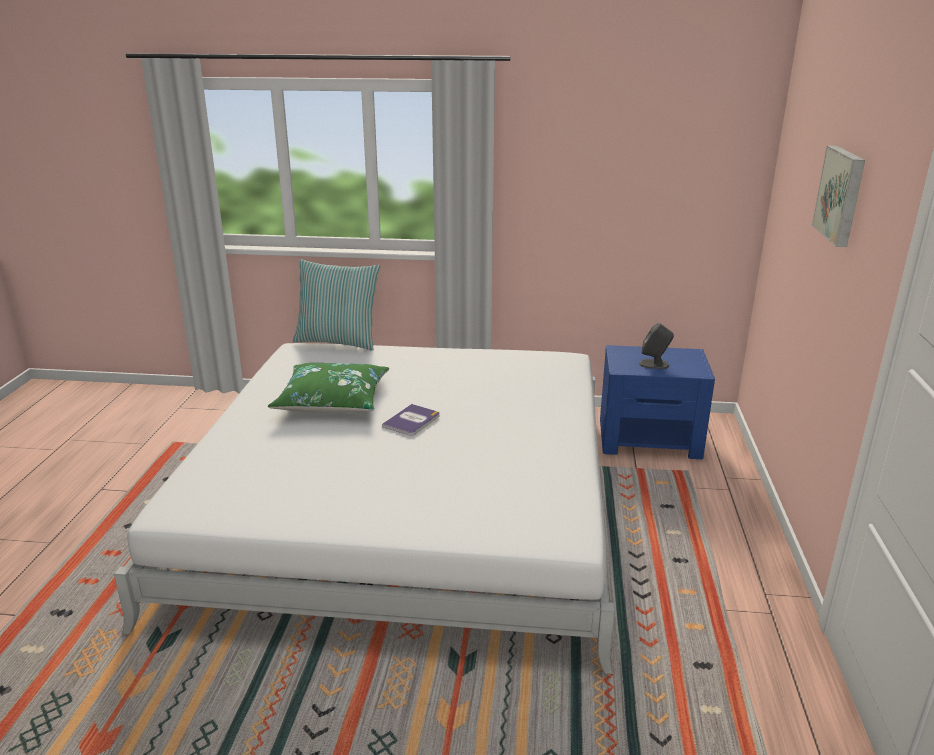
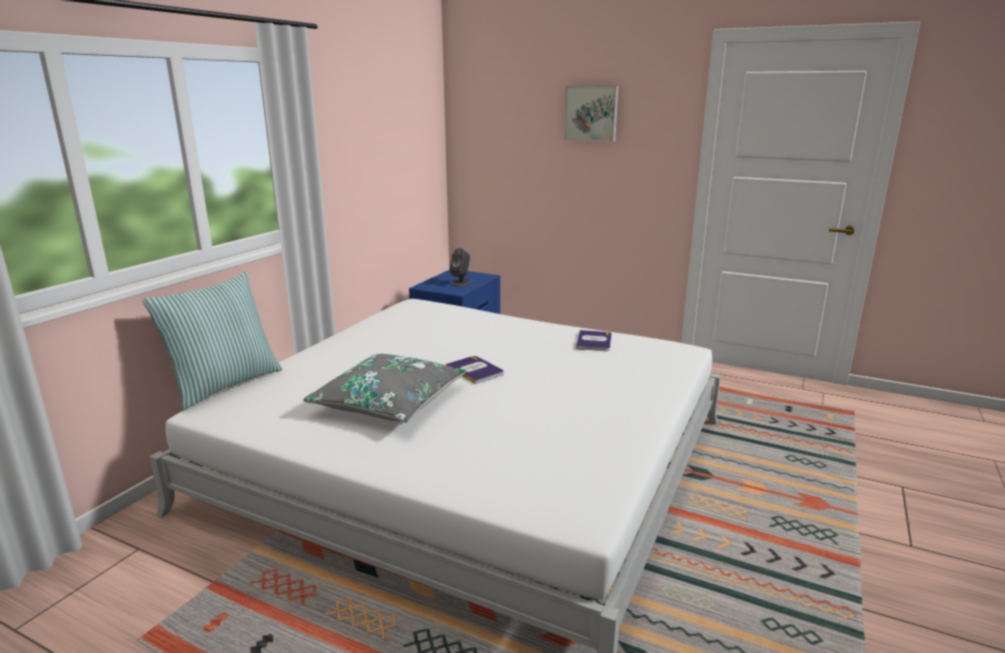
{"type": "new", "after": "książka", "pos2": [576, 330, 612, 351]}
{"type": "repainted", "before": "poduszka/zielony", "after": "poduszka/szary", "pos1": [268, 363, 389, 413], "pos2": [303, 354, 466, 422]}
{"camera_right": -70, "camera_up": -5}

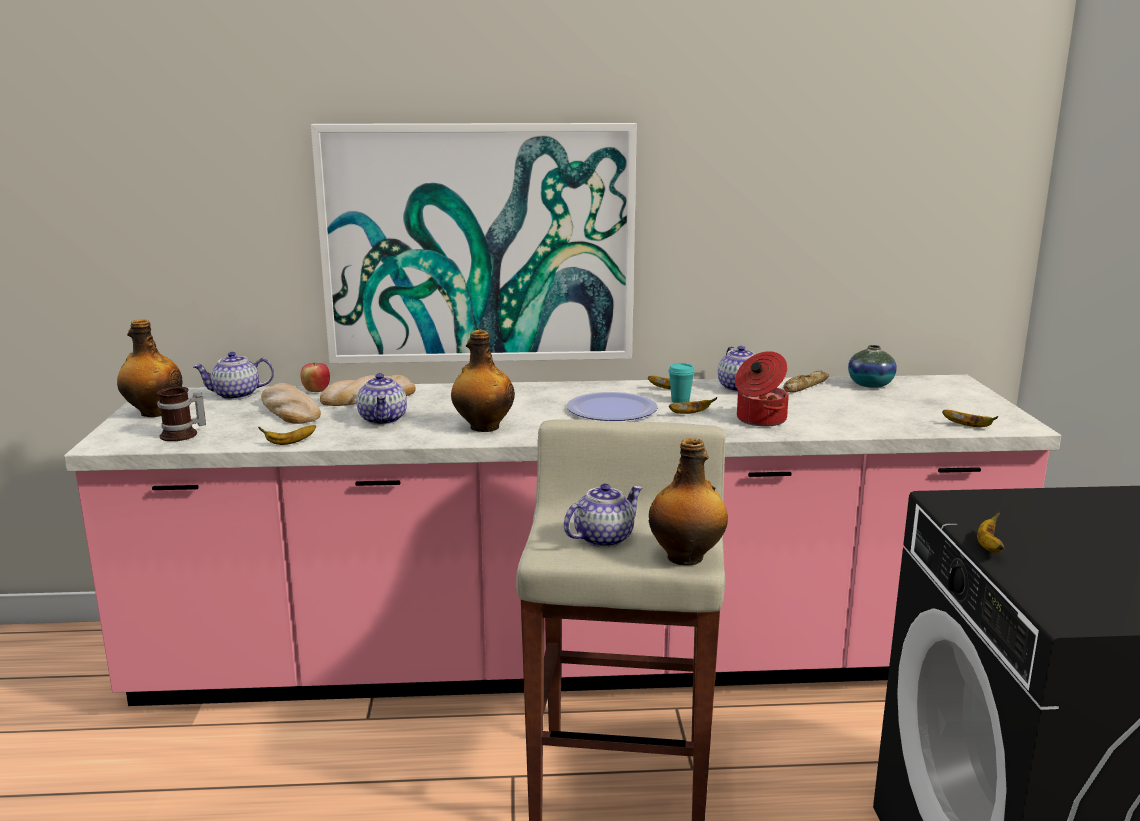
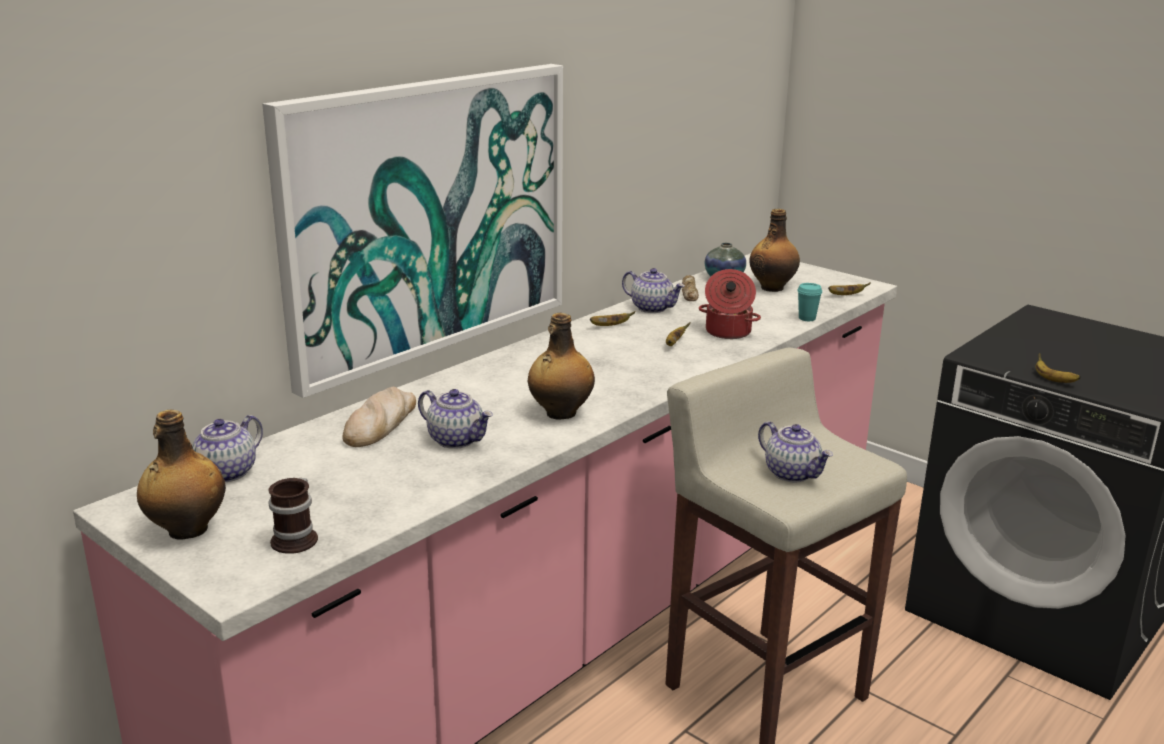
{"type": "gone", "before": "banan", "pos1": [258, 425, 316, 445]}
{"type": "gone", "before": "chleb", "pos1": [261, 383, 321, 424]}
{"type": "gone", "before": "jabłko", "pos1": [300, 363, 330, 392]}
{"type": "gone", "before": "talerz", "pos1": [567, 392, 658, 421]}
{"type": "shifted", "before": "butelka", "pos1": [649, 438, 728, 565], "pos2": [749, 209, 800, 292]}
{"type": "shifted", "before": "filiżanka/turkusowy", "pos1": [668, 363, 695, 403], "pos2": [797, 283, 822, 321]}
{"type": "rotated", "before": "imbryk", "pos1": [564, 484, 643, 548], "pos2": [758, 421, 833, 482], "turn": 135}
{"camera_right": -45, "camera_up": 5}

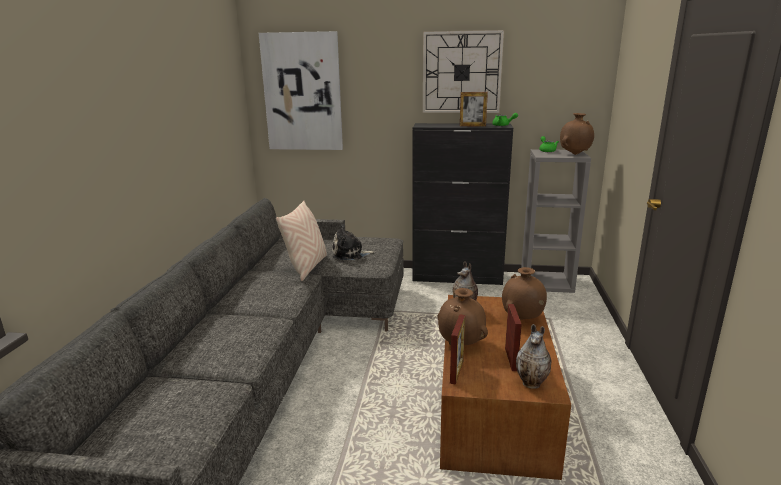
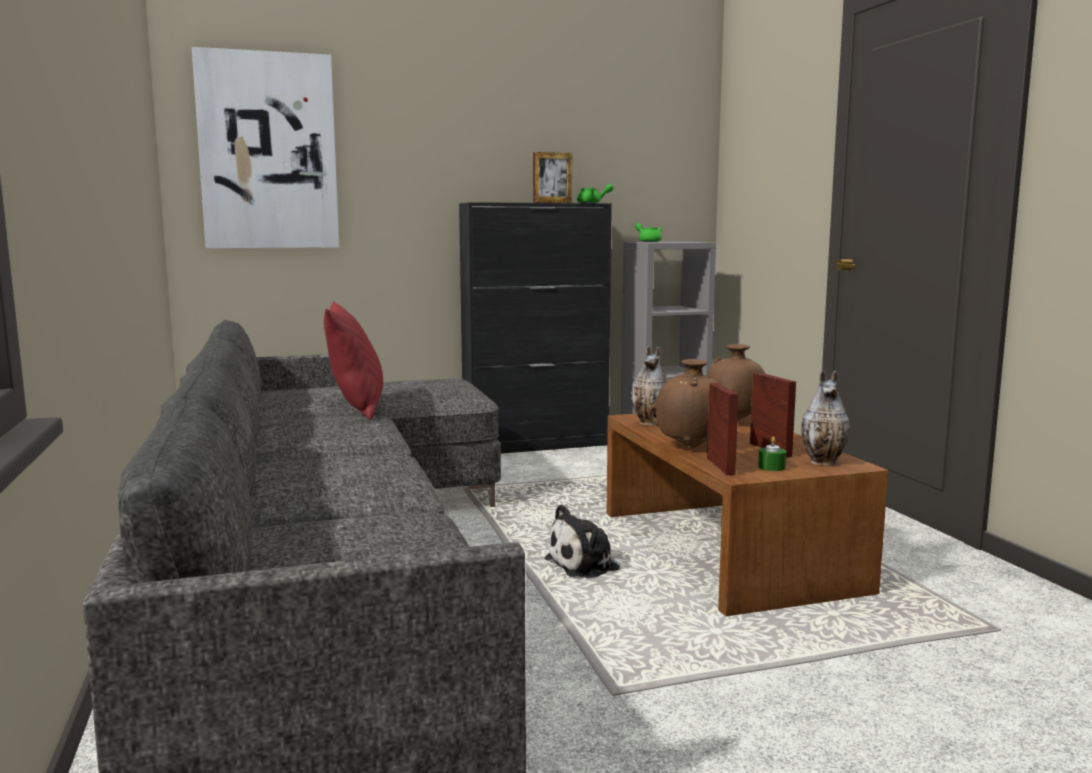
{"type": "gone", "before": "zegar ścienny", "pos1": [423, 30, 504, 113]}
{"type": "gone", "before": "wazon/brązowy", "pos1": [560, 113, 594, 155]}
{"type": "new", "after": "świeca/zielony", "pos2": [758, 436, 786, 471]}
{"type": "shifted", "before": "pluszak", "pos1": [332, 224, 375, 260], "pos2": [544, 504, 626, 579]}
{"type": "repainted", "before": "poduszka/beżowy", "after": "poduszka/czerwony", "pos1": [276, 201, 327, 281], "pos2": [323, 301, 383, 420]}
{"camera_right": -25, "camera_up": -10}

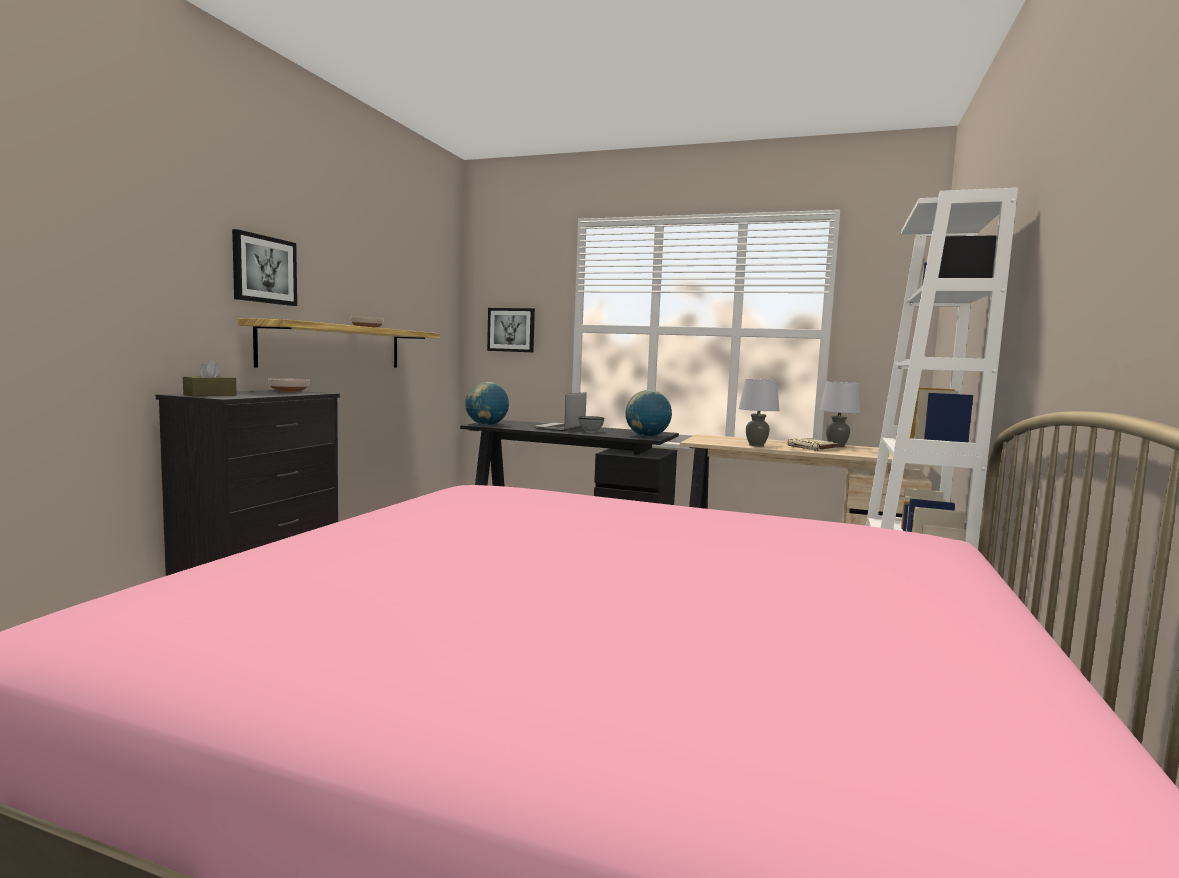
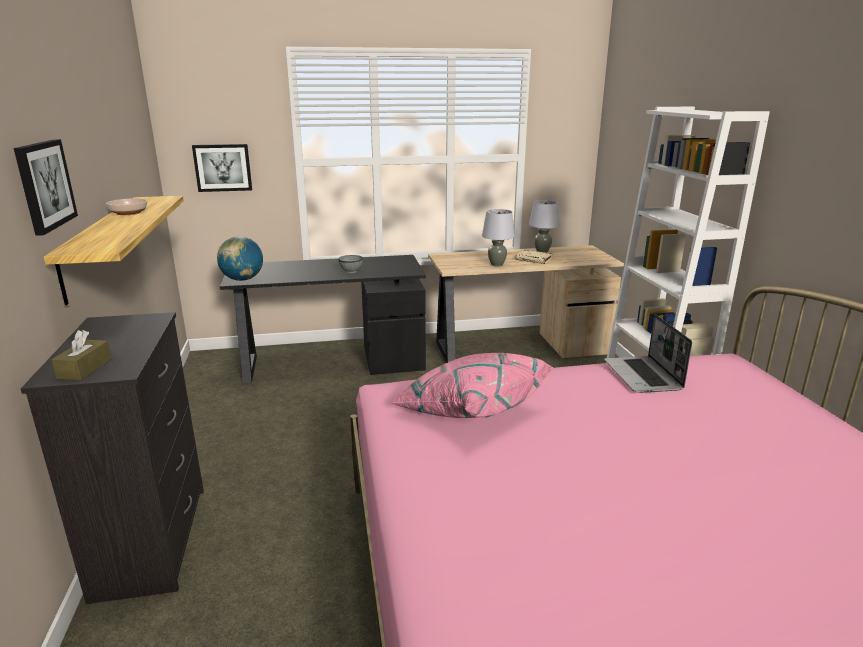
{"type": "gone", "before": "miska", "pos1": [268, 378, 310, 392]}
{"type": "gone", "before": "globus", "pos1": [625, 390, 672, 436]}
{"type": "new", "after": "poduszka/różowy", "pos2": [391, 353, 553, 418]}
{"type": "shifted", "before": "laptop", "pos1": [533, 392, 586, 431], "pos2": [604, 314, 692, 393]}
{"camera_right": -30, "camera_up": 15}

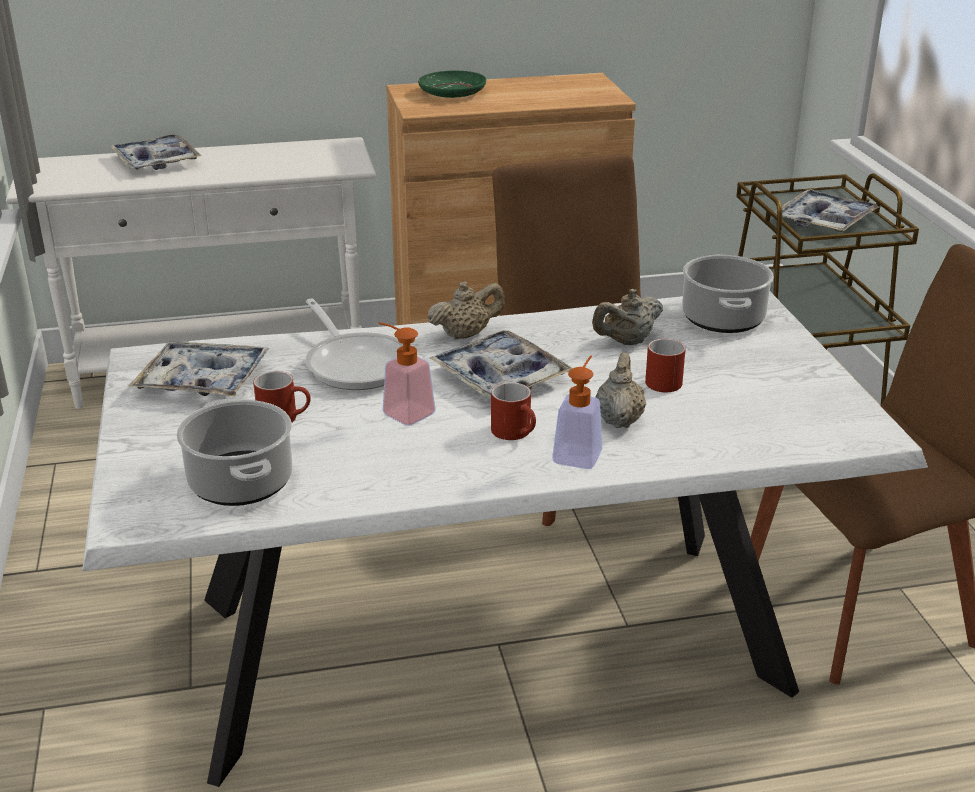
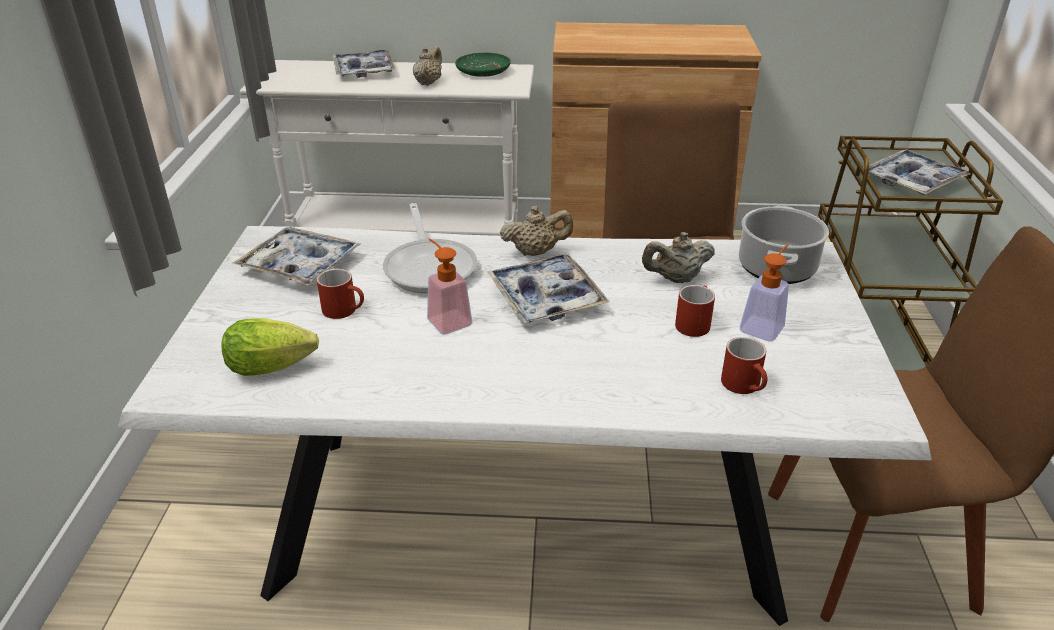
{"type": "shifted", "before": "talerz/zielony", "pos1": [418, 71, 486, 98], "pos2": [455, 53, 511, 77]}
{"type": "shifted", "before": "kubek/czerwony", "pos1": [491, 382, 536, 440], "pos2": [721, 337, 767, 394]}
{"type": "shifted", "before": "dozownik mydła", "pos1": [552, 356, 602, 469], "pos2": [740, 245, 789, 342]}
{"type": "shifted", "before": "imbryk/beżowy", "pos1": [596, 352, 646, 428], "pos2": [413, 46, 442, 86]}
{"type": "swapped", "before": "garnek", "after": "sałata", "pos1": [177, 399, 293, 506], "pos2": [221, 318, 319, 376]}
{"camera_right": 15, "camera_up": 5}

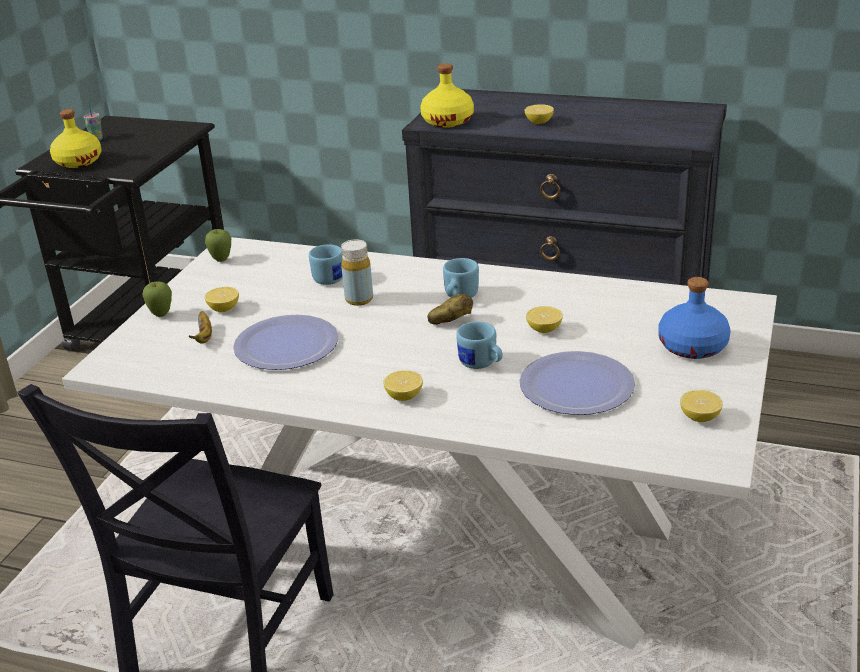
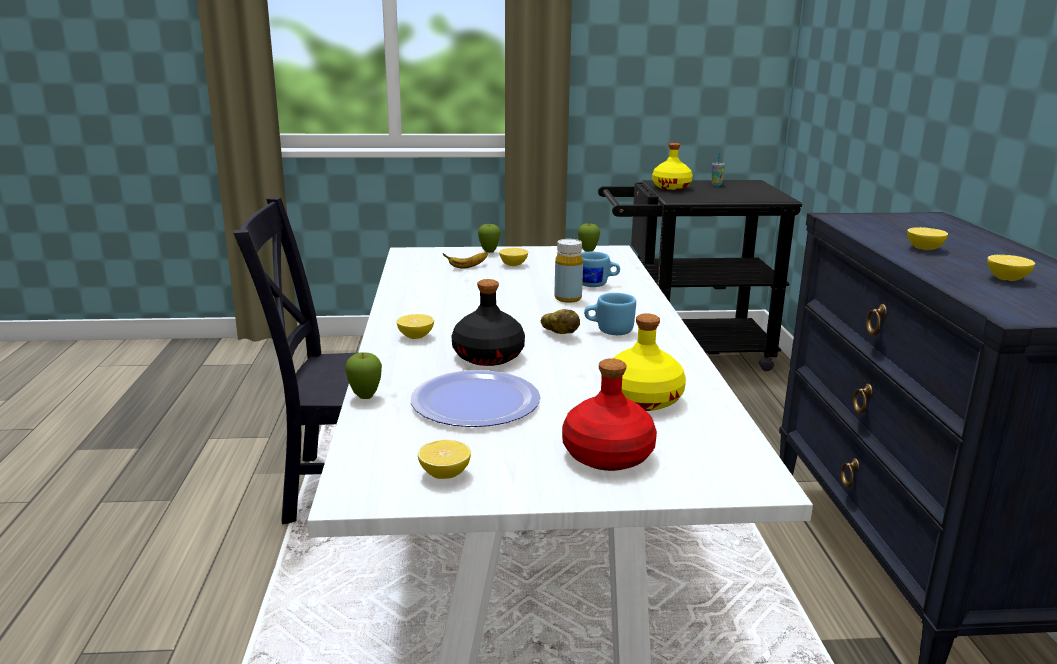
{"type": "gone", "before": "talerz", "pos1": [233, 315, 339, 370]}
{"type": "new", "after": "jabłko", "pos2": [345, 352, 382, 399]}
{"type": "shifted", "before": "butelka/żółty", "pos1": [420, 63, 474, 128], "pos2": [613, 313, 686, 411]}
{"type": "shifted", "before": "cytryna", "pos1": [526, 306, 563, 333], "pos2": [987, 255, 1035, 281]}
{"type": "swapped", "before": "kubek/niebieski", "after": "butelka/czarny", "pos1": [456, 321, 503, 369], "pos2": [452, 279, 525, 366]}
{"type": "repainted", "before": "butelka/niebieski", "after": "butelka/czerwony", "pos1": [658, 277, 731, 359], "pos2": [562, 358, 657, 471]}
{"camera_right": 65, "camera_up": -10}

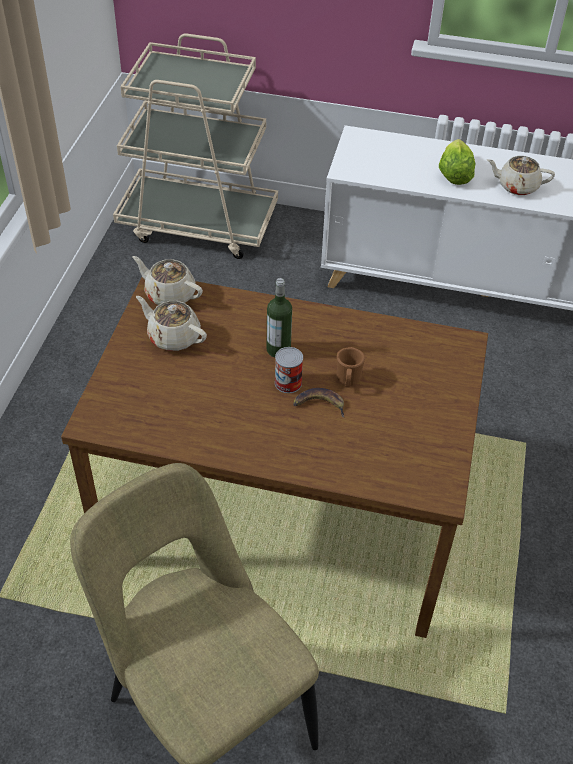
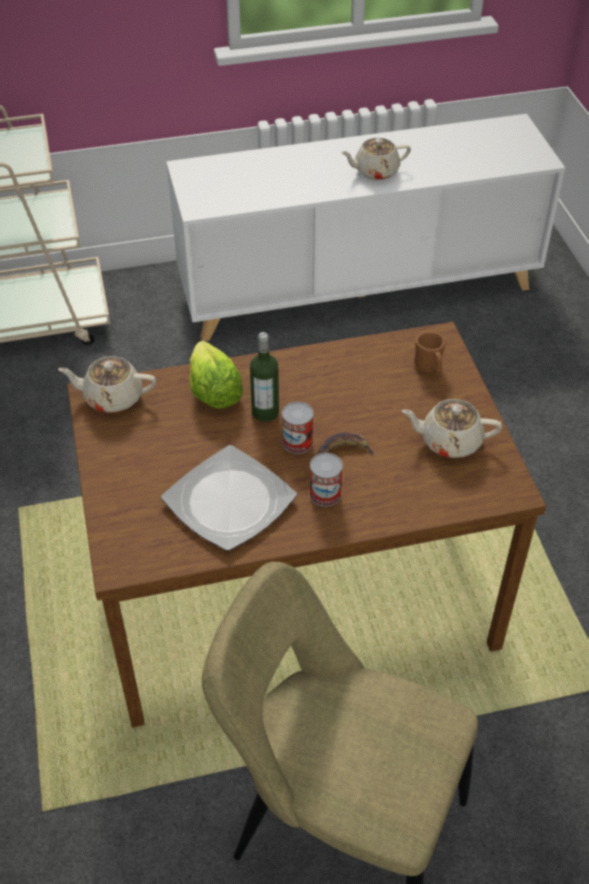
{"type": "new", "after": "talerz", "pos2": [161, 445, 297, 551]}
{"type": "new", "after": "puszka", "pos2": [309, 453, 343, 507]}
{"type": "shifted", "before": "imbryk/beżowy", "pos1": [136, 296, 207, 351], "pos2": [401, 399, 502, 458]}
{"type": "shifted", "before": "kubek/brązowy", "pos1": [336, 347, 365, 387], "pos2": [414, 332, 445, 373]}
{"type": "shifted", "before": "sałata", "pos1": [439, 139, 475, 185], "pos2": [189, 341, 243, 409]}
{"camera_right": -25, "camera_up": 0}

